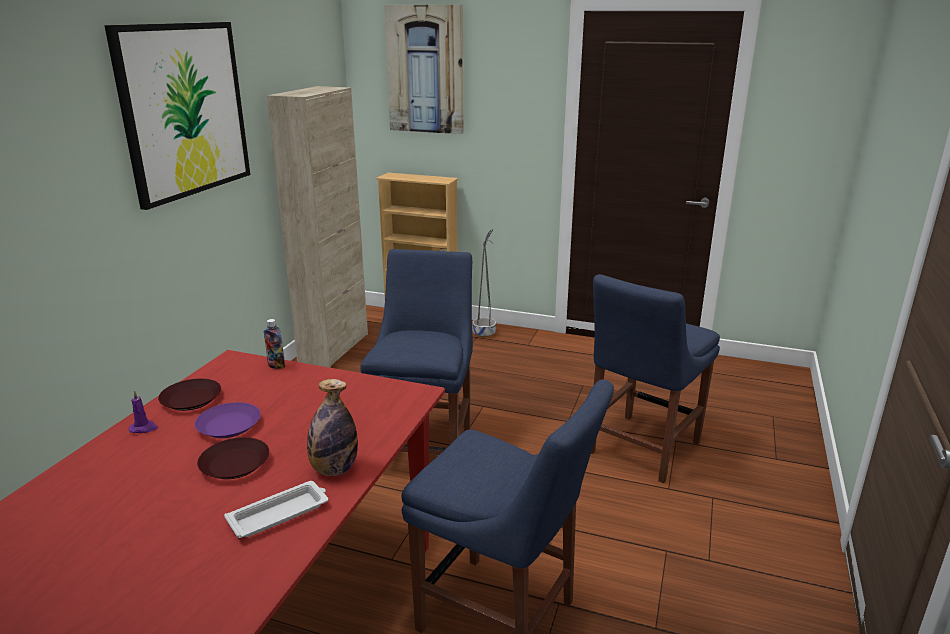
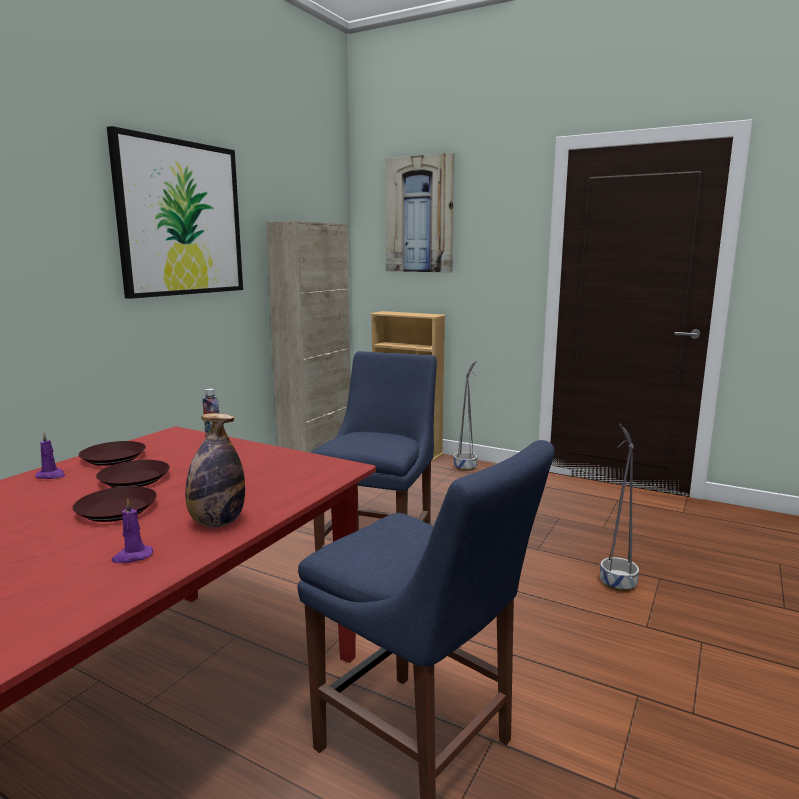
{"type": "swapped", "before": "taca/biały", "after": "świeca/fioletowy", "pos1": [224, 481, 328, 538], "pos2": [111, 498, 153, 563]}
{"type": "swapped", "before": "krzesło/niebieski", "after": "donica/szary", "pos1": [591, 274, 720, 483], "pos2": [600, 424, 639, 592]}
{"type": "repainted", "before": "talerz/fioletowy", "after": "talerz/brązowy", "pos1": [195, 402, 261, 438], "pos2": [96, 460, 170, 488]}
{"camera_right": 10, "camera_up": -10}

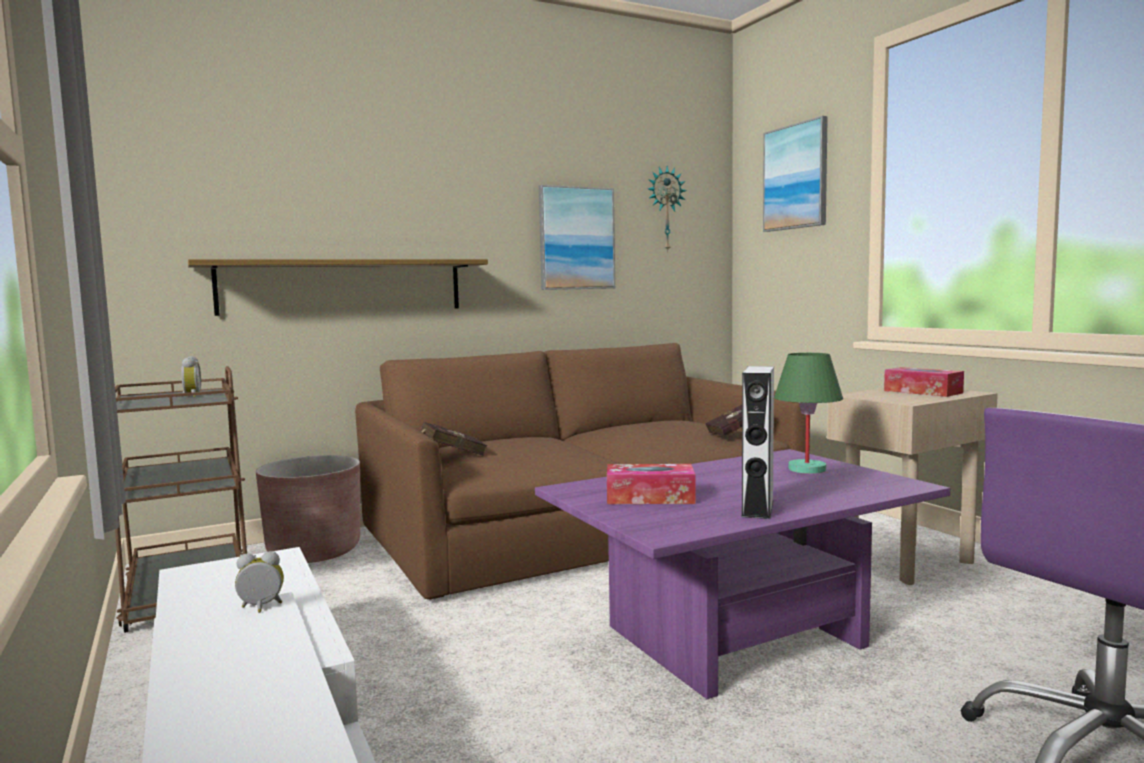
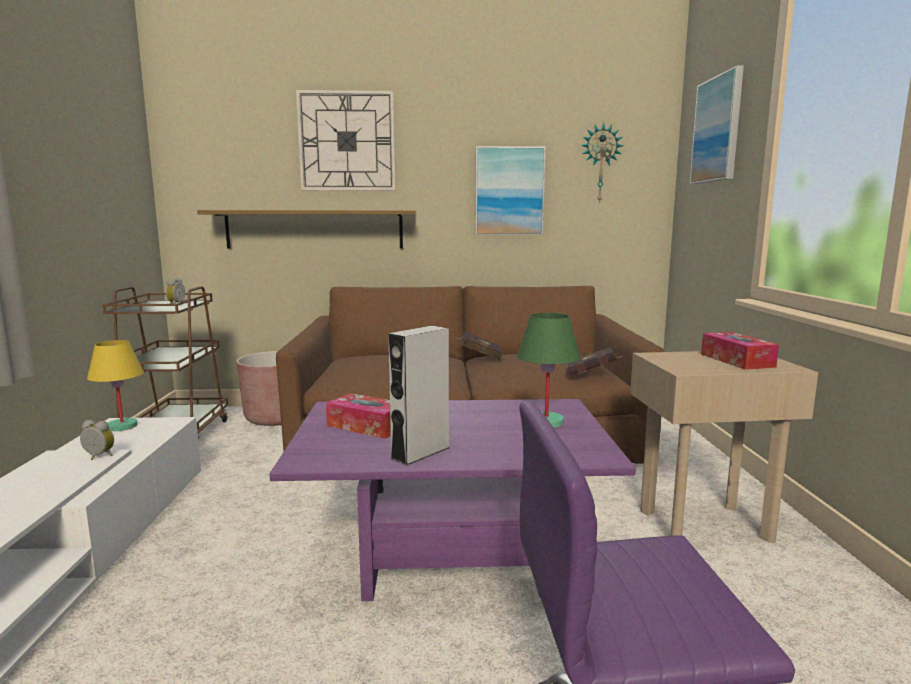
{"type": "new", "after": "lampa stołowa/żółty", "pos2": [87, 340, 144, 431]}
{"type": "new", "after": "zegar ścienny", "pos2": [296, 90, 396, 191]}
{"type": "shifted", "before": "książka/czerwony", "pos1": [421, 422, 487, 456], "pos2": [456, 332, 504, 361]}
{"camera_right": 25, "camera_up": 5}

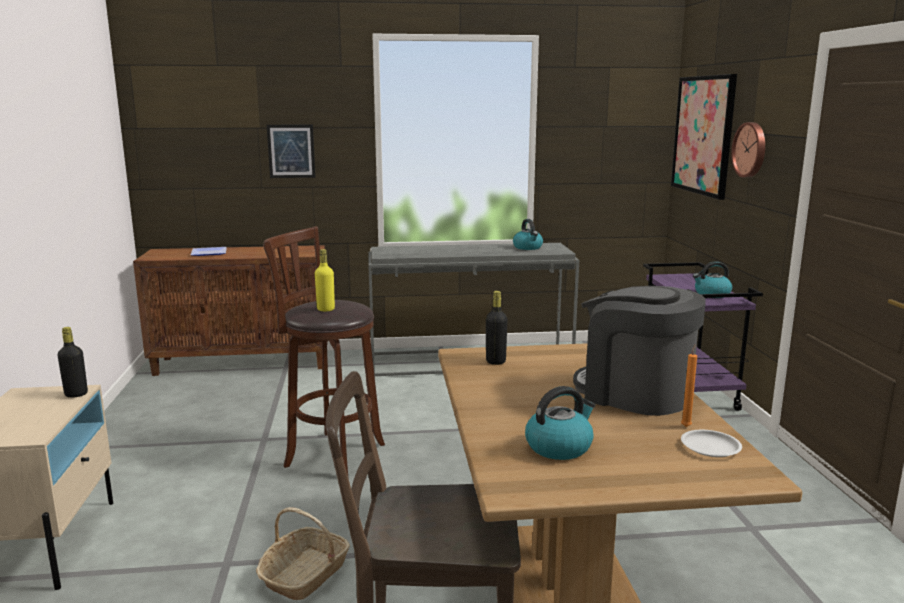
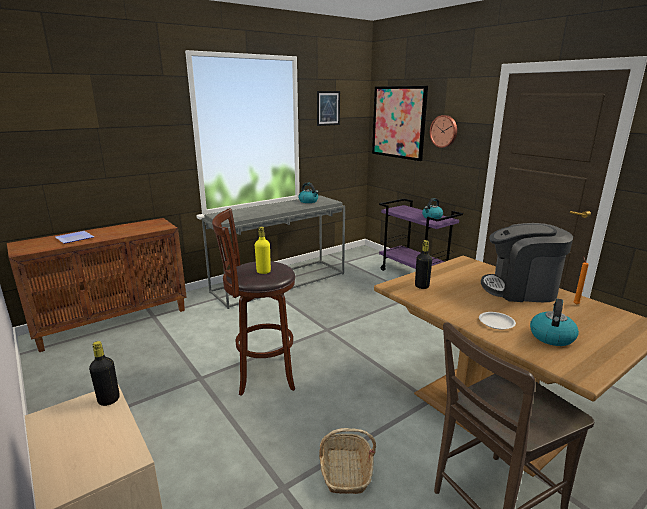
{"type": "shifted", "before": "obraz", "pos1": [267, 125, 316, 178], "pos2": [317, 91, 340, 126]}
{"type": "shifted", "before": "talerz/biały", "pos1": [681, 430, 742, 457], "pos2": [479, 312, 516, 329]}
{"camera_right": -30, "camera_up": 5}

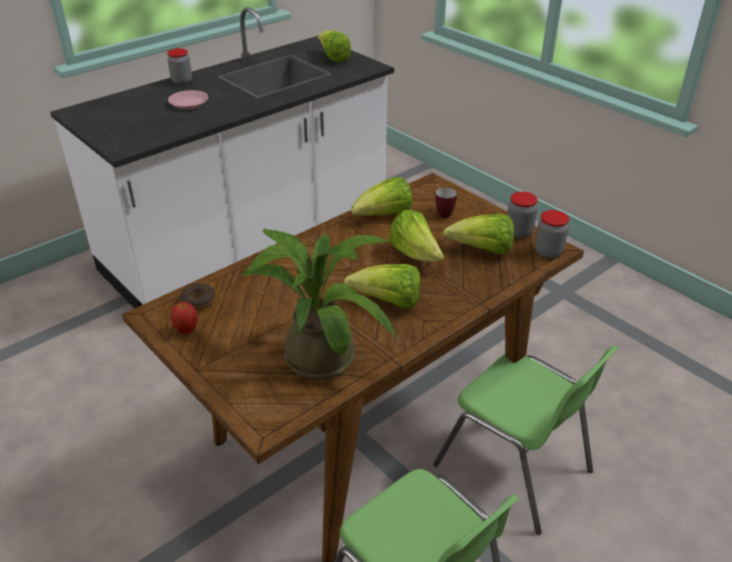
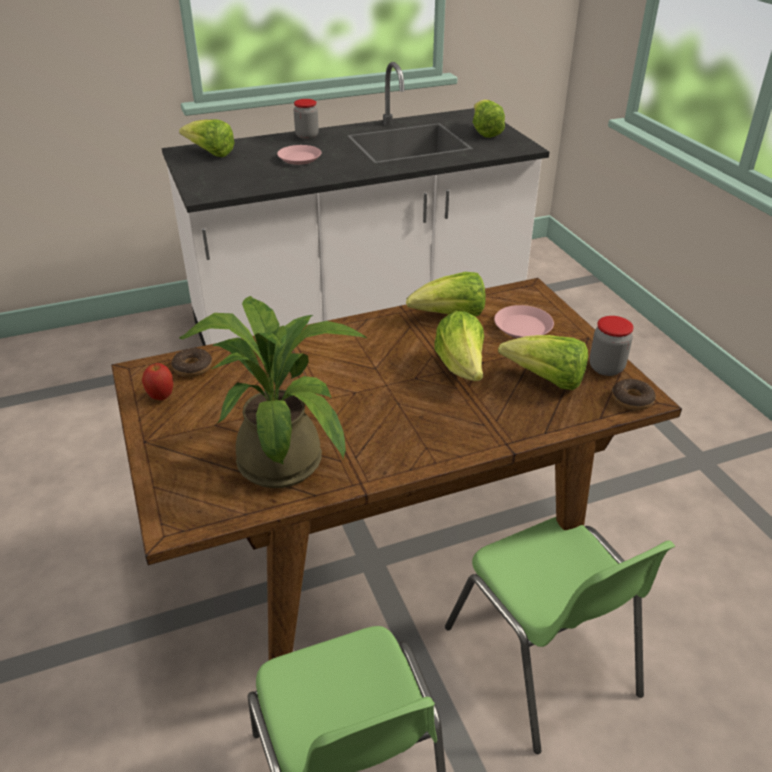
{"type": "shifted", "before": "sałata", "pos1": [344, 264, 421, 308], "pos2": [179, 119, 235, 157]}
{"type": "swapped", "before": "kubek", "after": "talerz/różowy", "pos1": [435, 187, 457, 218], "pos2": [494, 305, 554, 338]}
{"type": "swapped", "before": "słoik", "after": "donut", "pos1": [535, 210, 569, 258], "pos2": [612, 379, 656, 410]}
{"camera_right": 20, "camera_up": 0}

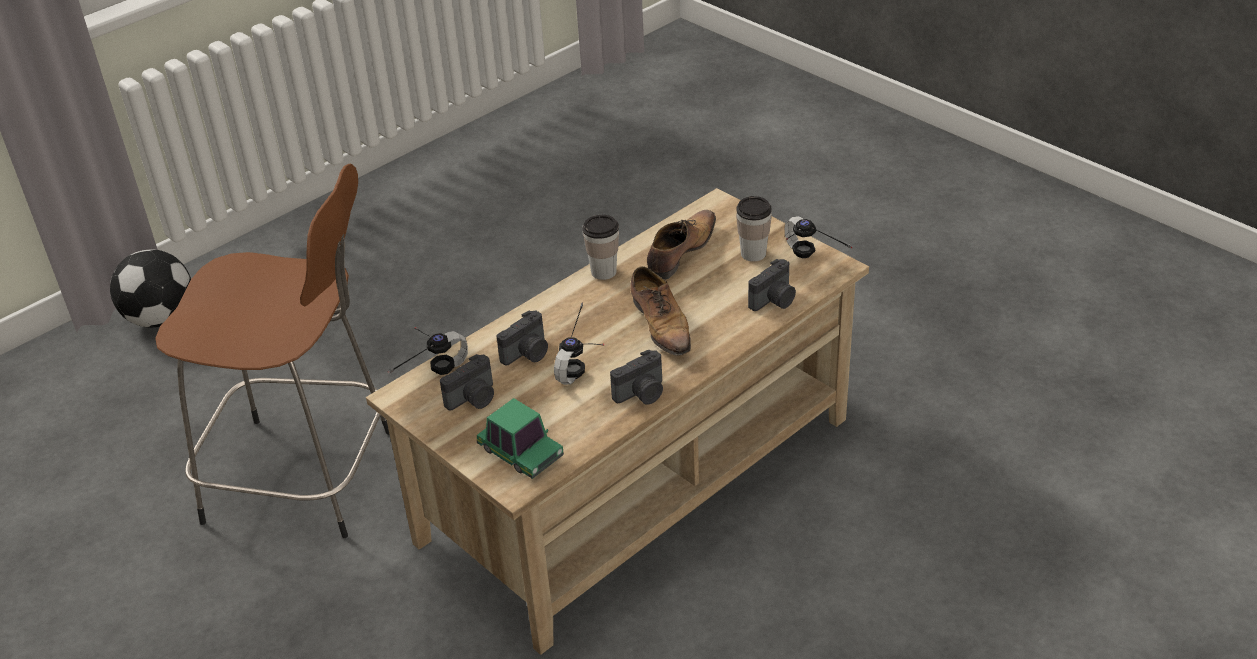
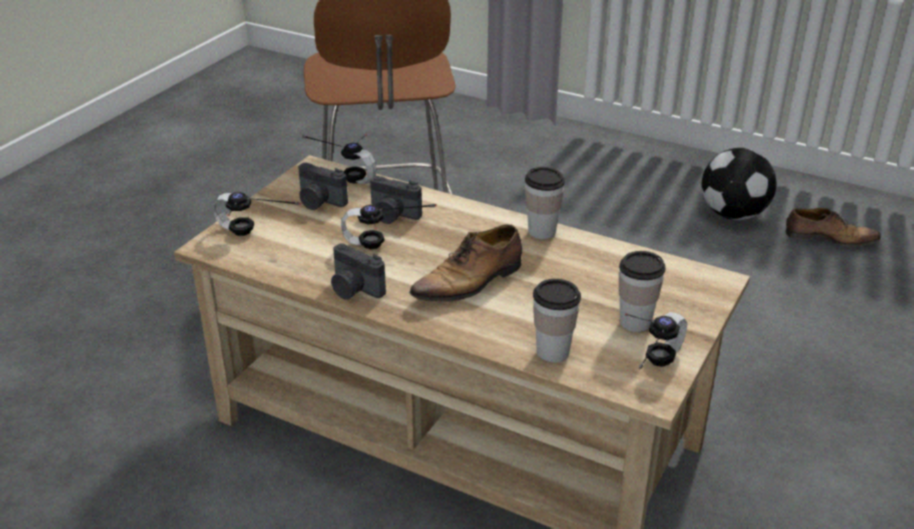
{"type": "shifted", "before": "piłka futbolowa", "pos1": [110, 249, 191, 328], "pos2": [701, 148, 777, 220]}
{"type": "shifted", "before": "but", "pos1": [647, 210, 716, 280], "pos2": [785, 208, 881, 246]}
{"type": "swapped", "before": "samochodzik", "after": "słuchawki", "pos1": [477, 398, 564, 479], "pos2": [213, 192, 301, 236]}
{"type": "swapped", "before": "aparat fotograficzny", "after": "filiżanka", "pos1": [748, 259, 796, 311], "pos2": [533, 279, 581, 363]}
{"camera_right": 70, "camera_up": -5}

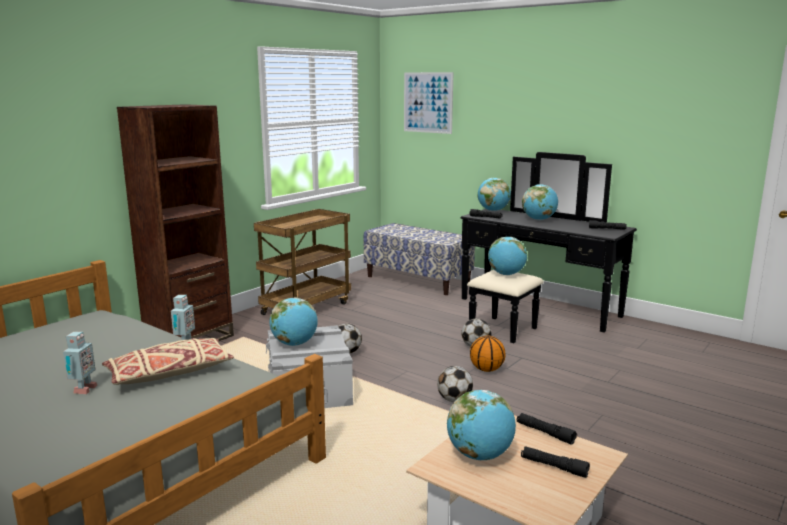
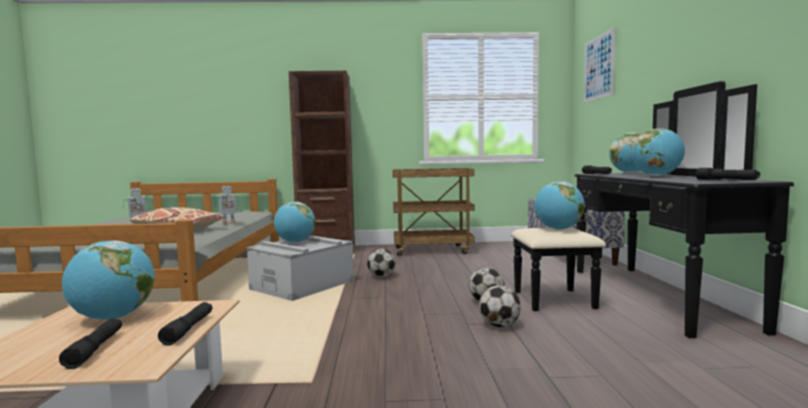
{"type": "gone", "before": "piłka do koszykówki", "pos1": [470, 336, 506, 372]}
{"type": "shifted", "before": "piłka futbolowa", "pos1": [437, 366, 473, 402], "pos2": [479, 285, 521, 327]}
{"camera_right": 50, "camera_up": -10}

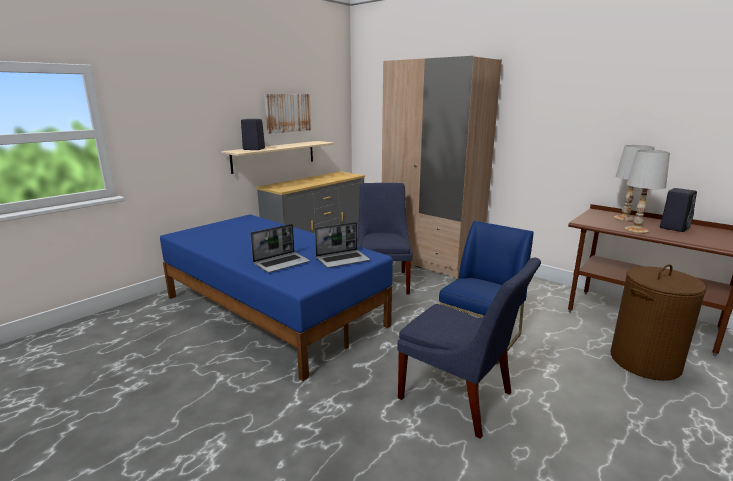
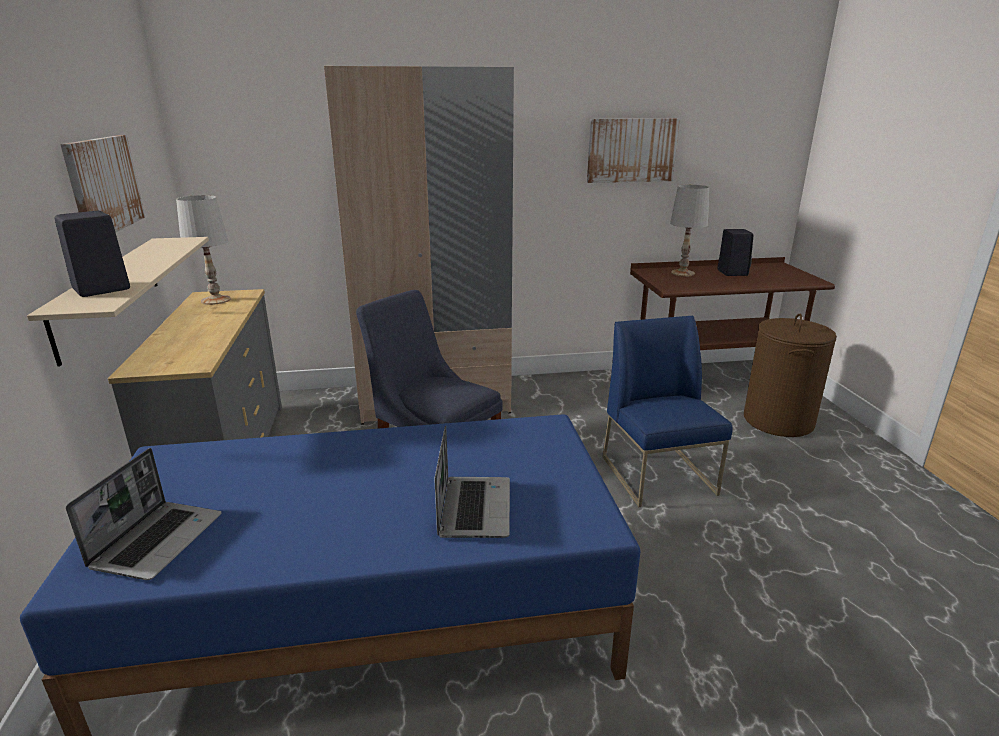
{"type": "gone", "before": "krzesło/niebieski", "pos1": [397, 257, 541, 439]}
{"type": "new", "after": "obraz", "pos2": [587, 118, 680, 183]}
{"type": "shifted", "before": "laptop", "pos1": [315, 222, 370, 268], "pos2": [66, 448, 222, 580]}
{"type": "shifted", "before": "lampa stołowa/biały", "pos1": [624, 150, 670, 233], "pos2": [176, 195, 231, 305]}
{"camera_right": -50, "camera_up": 5}

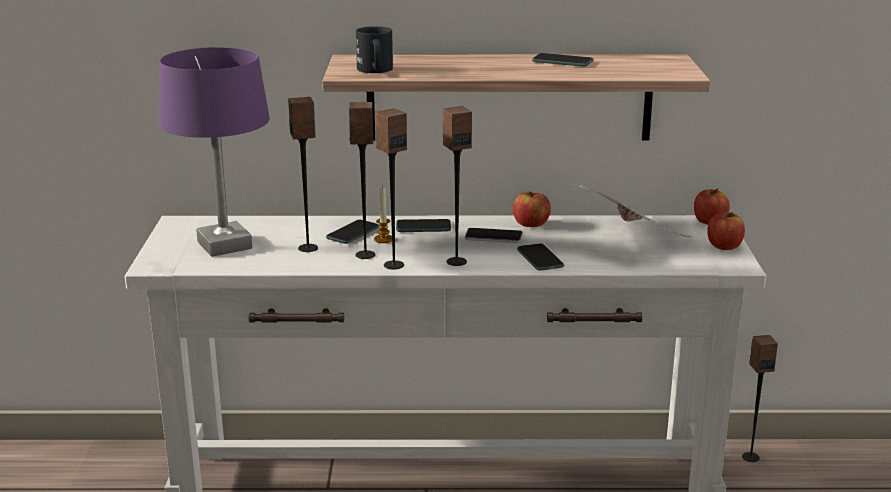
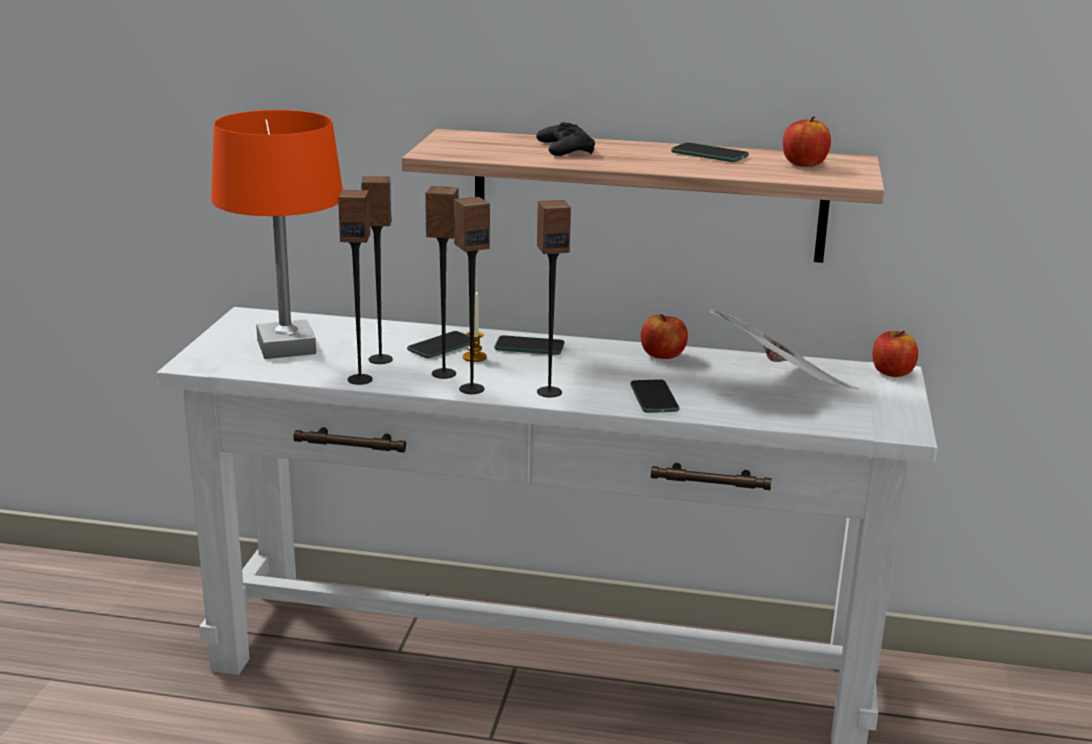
{"type": "gone", "before": "kubek/czarny", "pos1": [356, 26, 393, 73]}
{"type": "gone", "before": "telefon", "pos1": [465, 228, 523, 243]}
{"type": "new", "after": "pad do gier/czarny", "pos2": [536, 122, 595, 156]}
{"type": "shifted", "before": "jabłko", "pos1": [707, 212, 745, 250], "pos2": [783, 116, 831, 167]}
{"type": "shifted", "before": "głośnik", "pos1": [742, 335, 778, 462], "pos2": [338, 190, 373, 385]}
{"type": "repainted", "before": "lampa stołowa/fioletowy", "after": "lampa stołowa/pomarańczowy", "pos1": [159, 47, 270, 257], "pos2": [211, 110, 343, 359]}
{"camera_right": 10, "camera_up": 0}

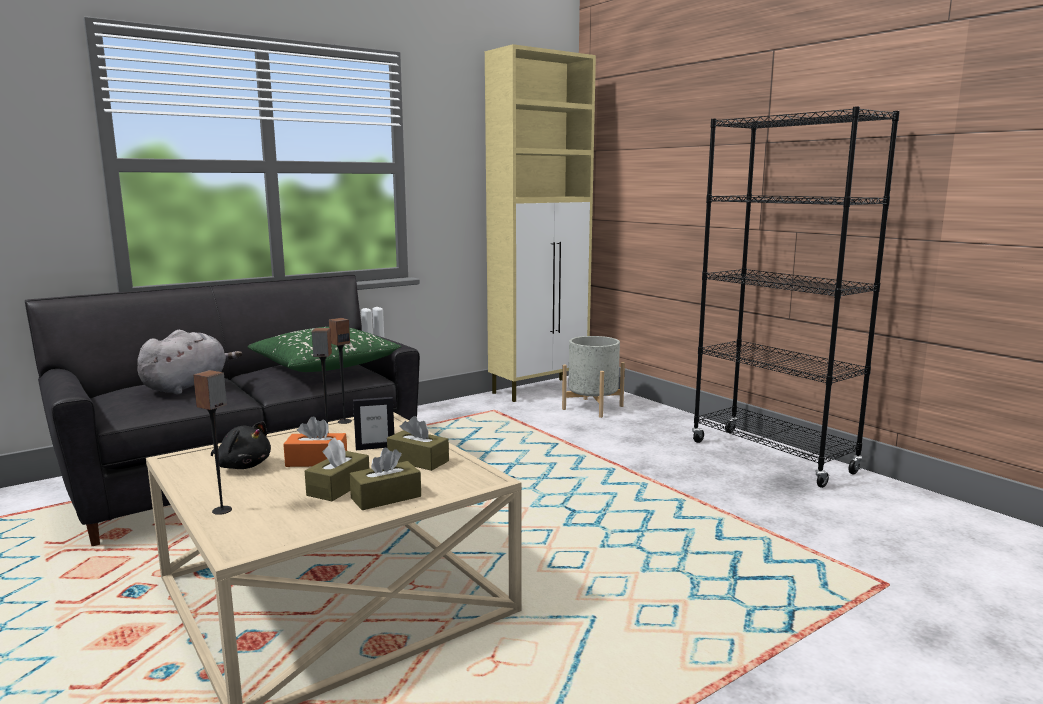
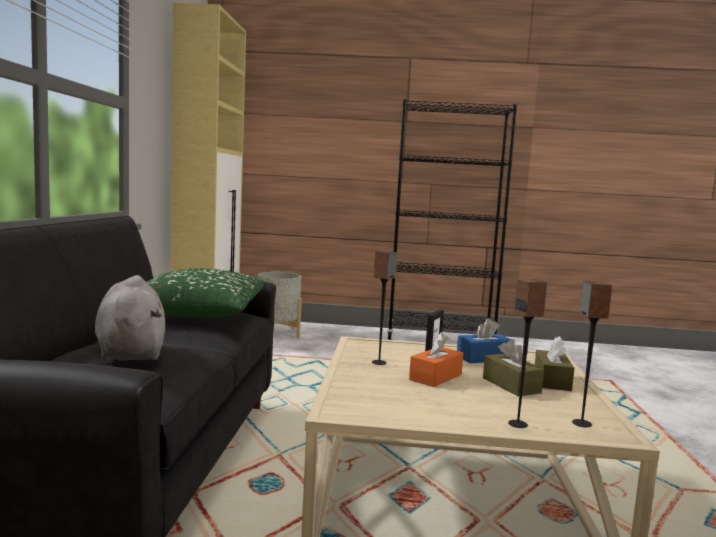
{"type": "gone", "before": "pluszak/czarny", "pos1": [211, 421, 271, 469]}
{"type": "shifted", "before": "głośnik", "pos1": [329, 318, 352, 424], "pos2": [572, 281, 612, 427]}
{"type": "repainted", "before": "pudełko chusteczek/brązowy", "after": "pudełko chusteczek/niebieski", "pos1": [387, 416, 449, 471], "pos2": [457, 318, 511, 363]}
{"camera_right": -50, "camera_up": -5}

